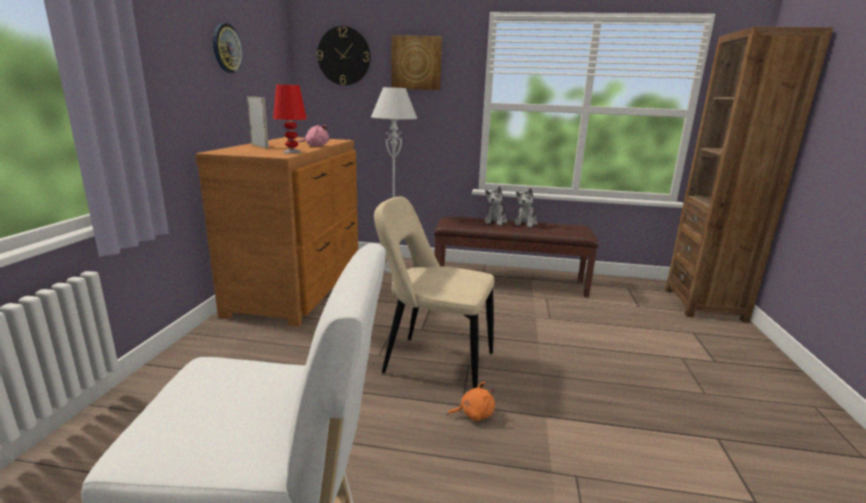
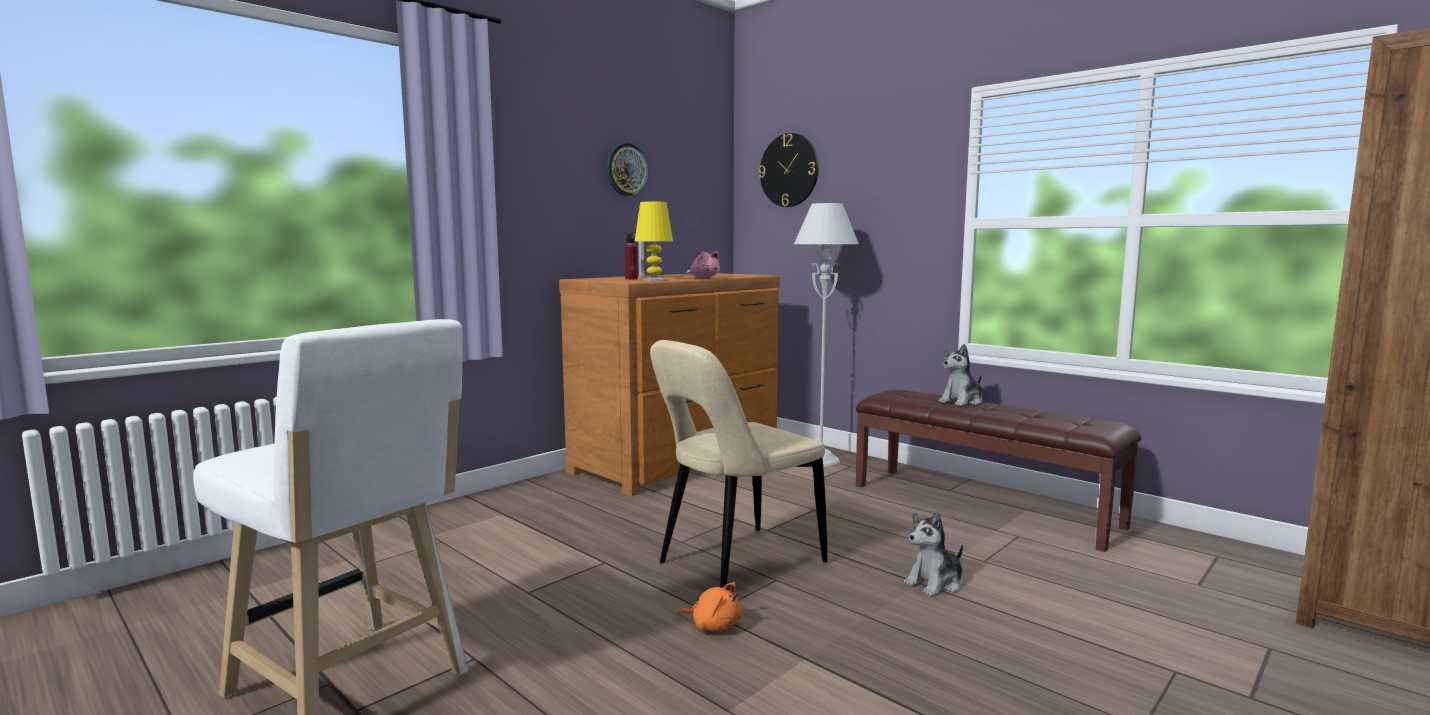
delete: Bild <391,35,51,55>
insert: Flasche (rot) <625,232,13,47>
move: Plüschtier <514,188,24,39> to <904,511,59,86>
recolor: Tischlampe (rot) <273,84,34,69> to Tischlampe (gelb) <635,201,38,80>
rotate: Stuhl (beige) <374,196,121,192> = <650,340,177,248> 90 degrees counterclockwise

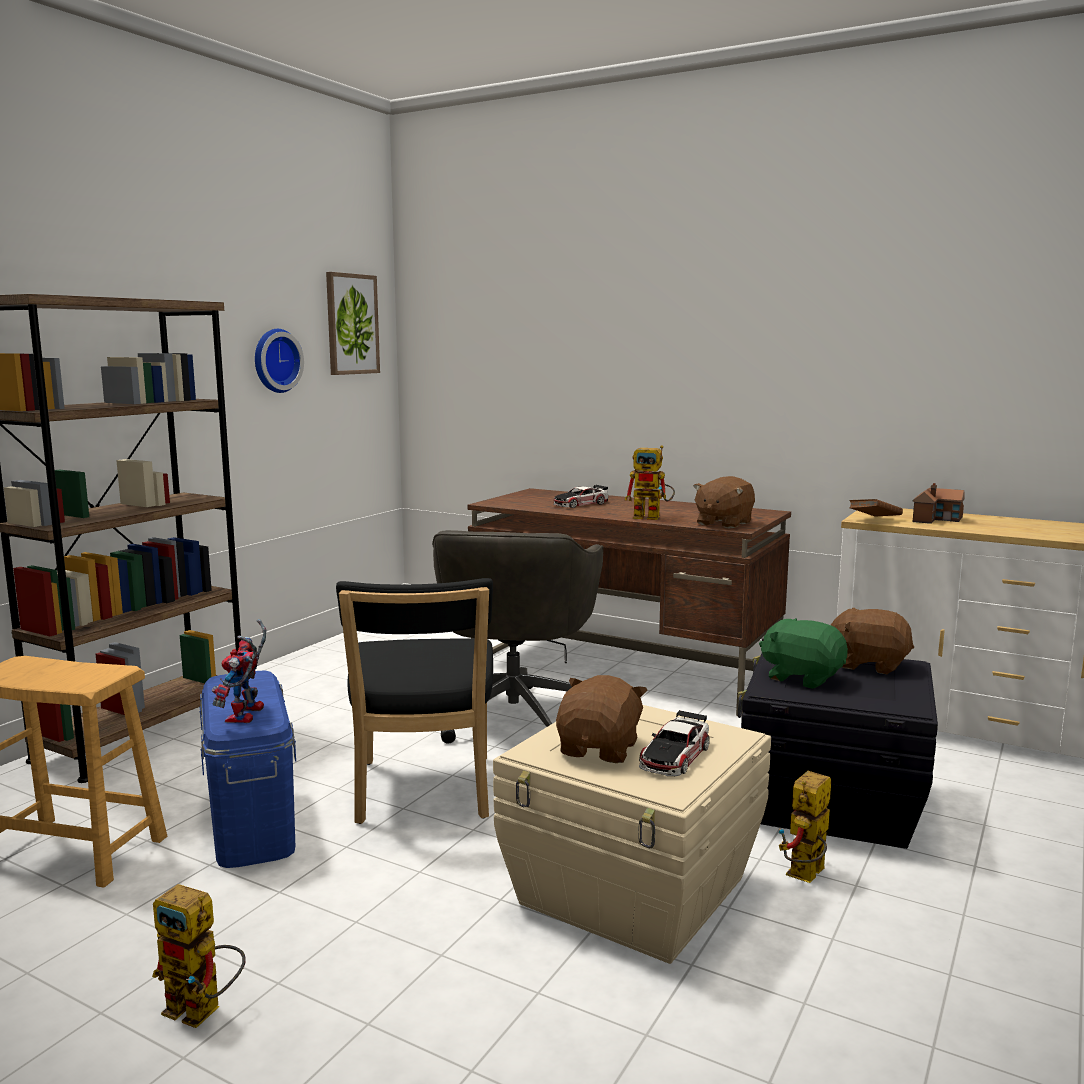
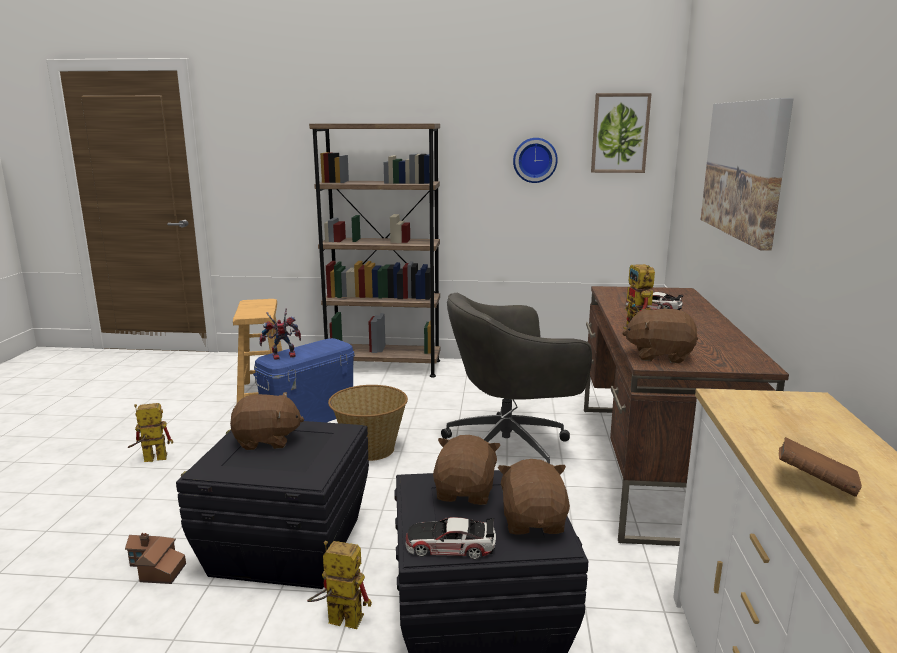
insert: Bild <701,98,92,153>
move: Spielzeugauto <639,710,71,66> to <405,517,91,42>; Buch (braun) <849,499,54,17> to <779,437,83,60>; Spielzeughaus <913,483,52,41> to <125,533,61,51>
replace: Stuhl (schwarz) <336,578,157,246> to Korb <328,385,80,76>
recolor: Aufbewahrungsbox (beige) <493,705,278,259> to Aufbewahrungsbox (schwarz) <176,421,193,168>; Plüschtier (grün) <759,618,89,71> to Plüschtier (braun) <433,435,68,70>
rotate: Spielzeugroboter <152,884,94,144> = <128,403,45,59> 75 degrees clockwise

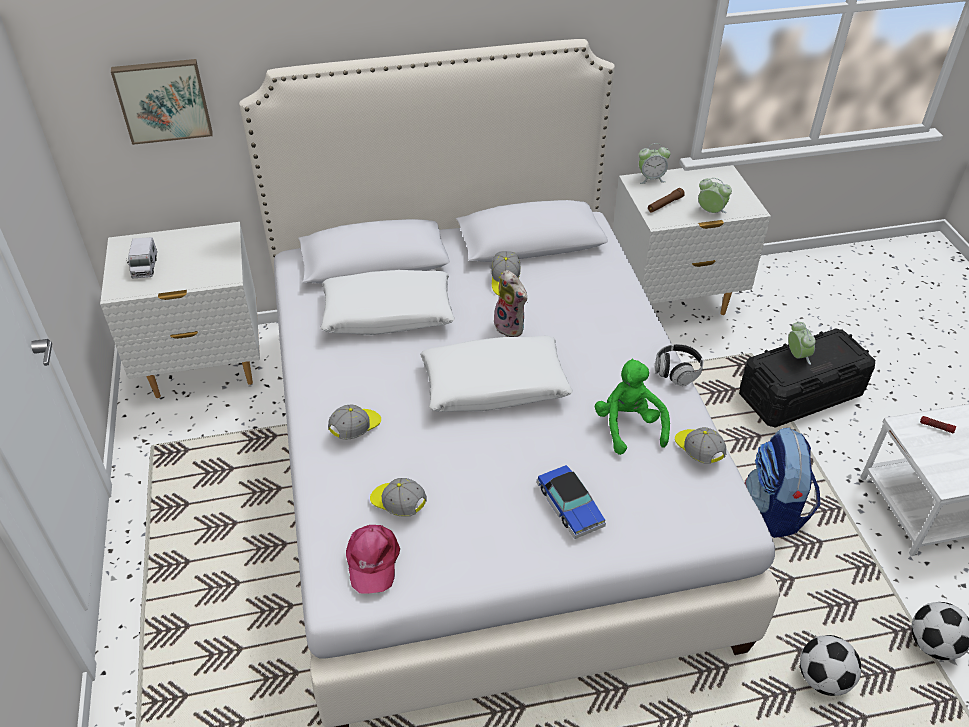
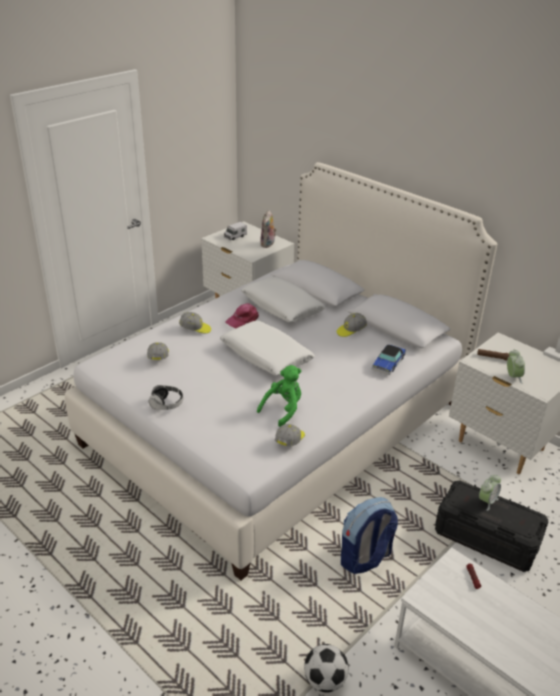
delete: Bild <111,59,102,86>; Wecker <639,143,31,41>; Fußball <800,635,61,61>
move: Kappe (rosa) <346,525,54,69> to <225,303,34,25>; Plüschtier <494,270,33,67> to <260,210,17,38>; Spielzeugauto <537,465,69,74> to <372,344,34,31>; Kopfhörer <655,344,49,42> to <149,385,34,25>

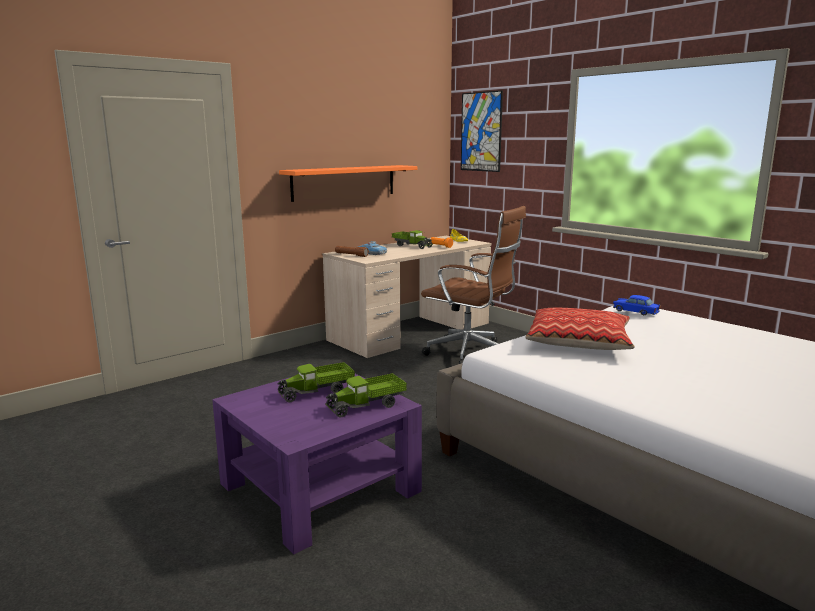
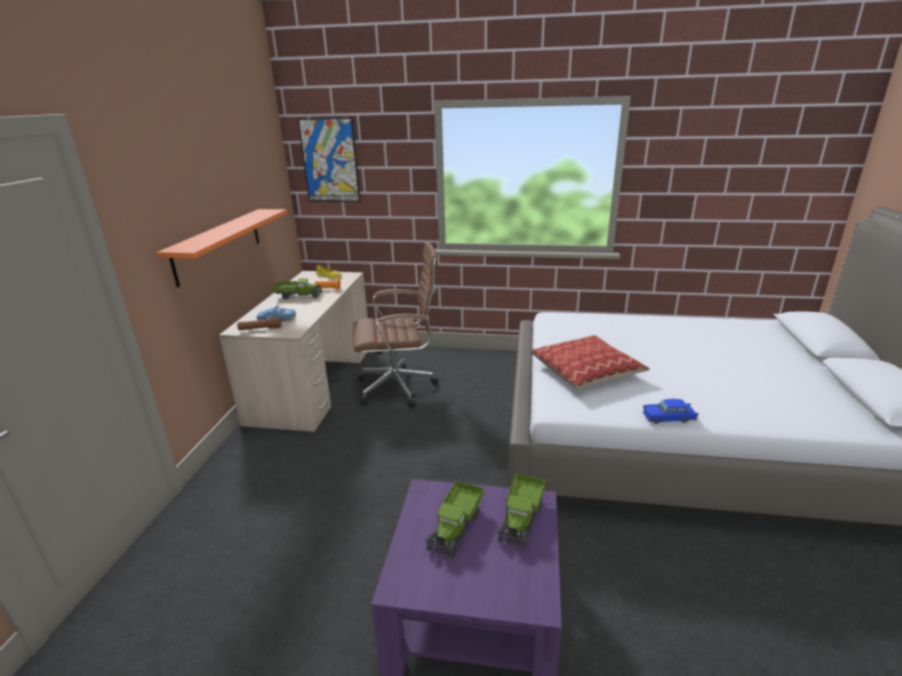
move: Spielzeugauto (blau) <613,295,48,20> to <643,399,56,25>

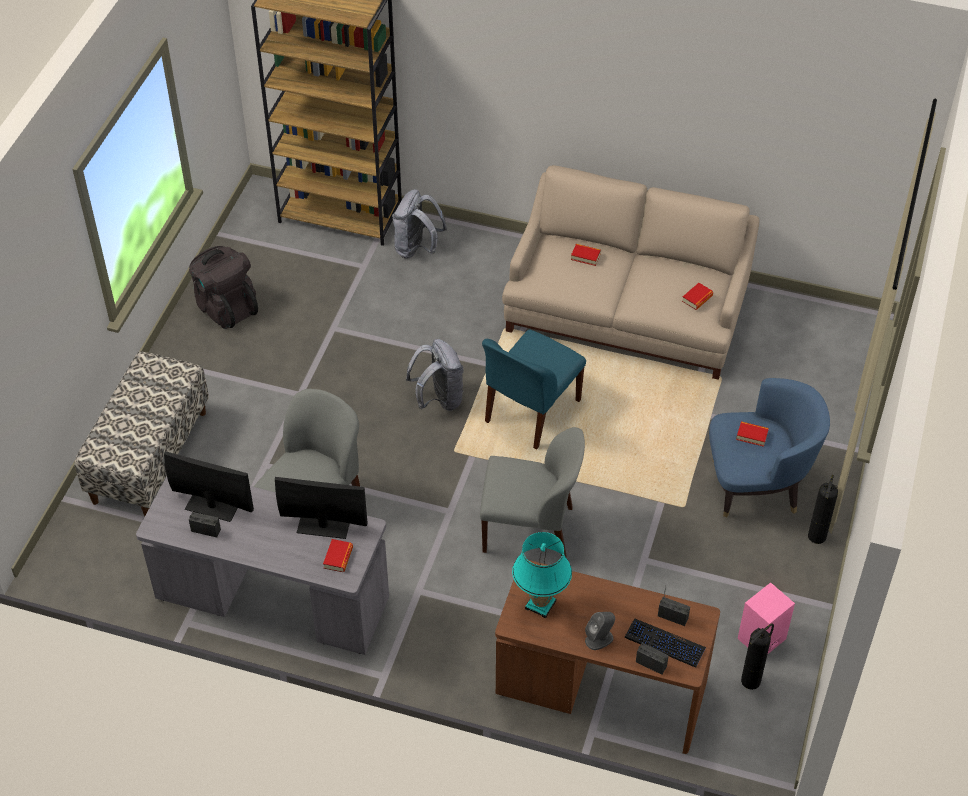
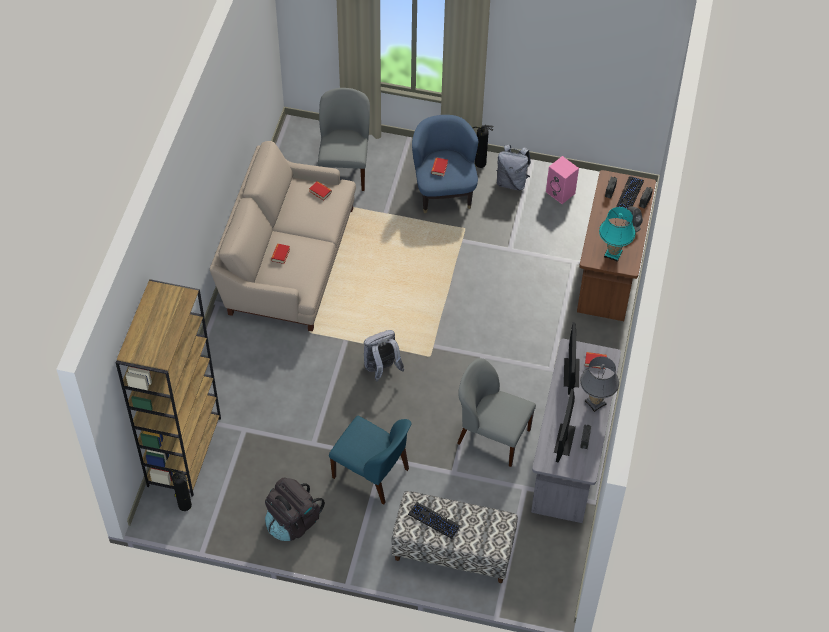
insert: Tastatur <408,502,53,37>; Tischlampe (grau) <580,356,39,56>
move: Rucksack (grau) <392,189,55,70> to <496,144,35,47>; Stuhl (grau) <480,427,105,131> to <318,88,52,103>; Stuhl (blau) <482,329,104,121> to <329,415,83,89>; Feuerlöscher <741,623,33,67> to <169,469,23,42>

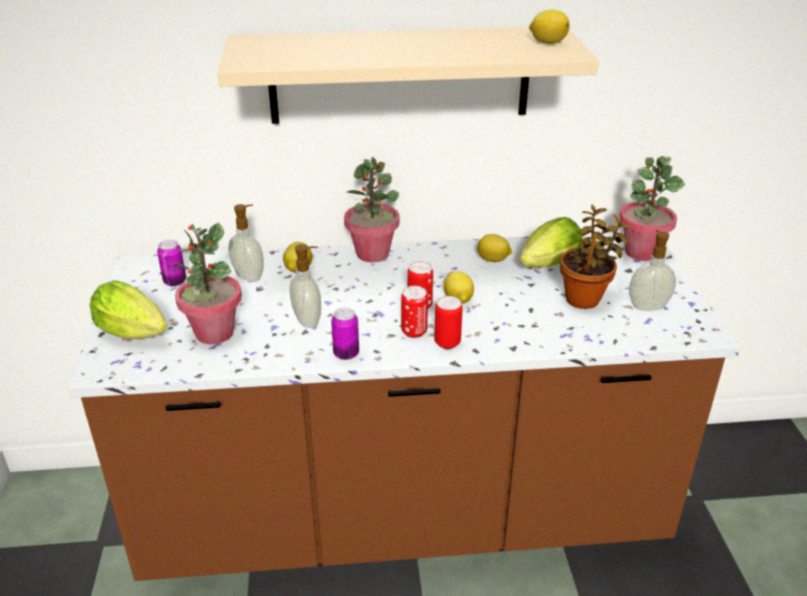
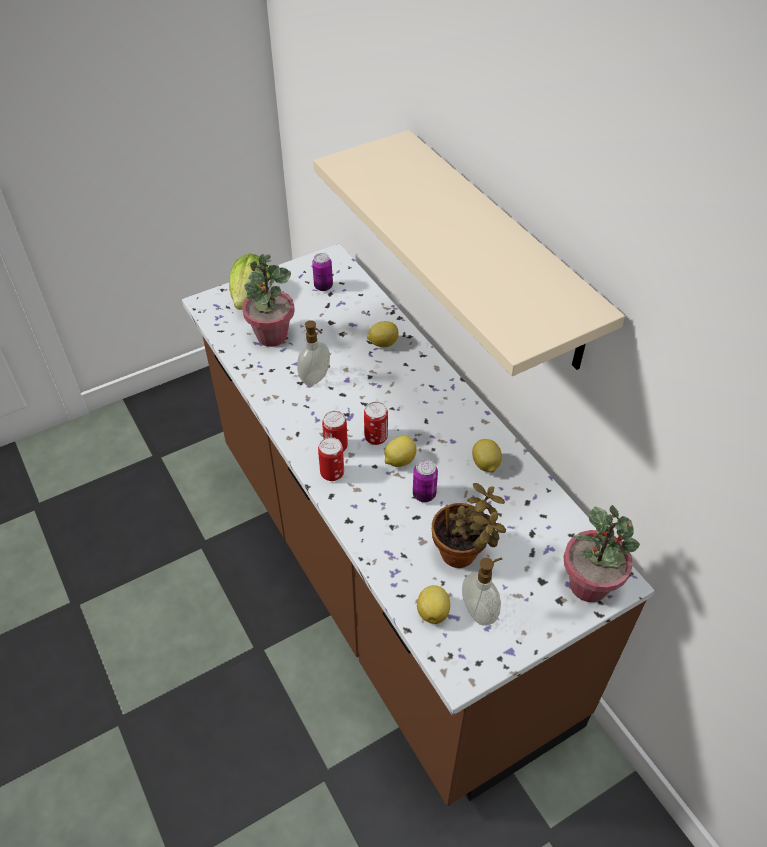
delete: Seifenspender <228,204,36,78>; Topfpflanze <344,157,56,105>; Salatkopf <520,217,63,51>
move: Dose <331,308,28,52> to <413,459,25,43>; Zitrone <529,10,41,34> to <417,585,33,39>

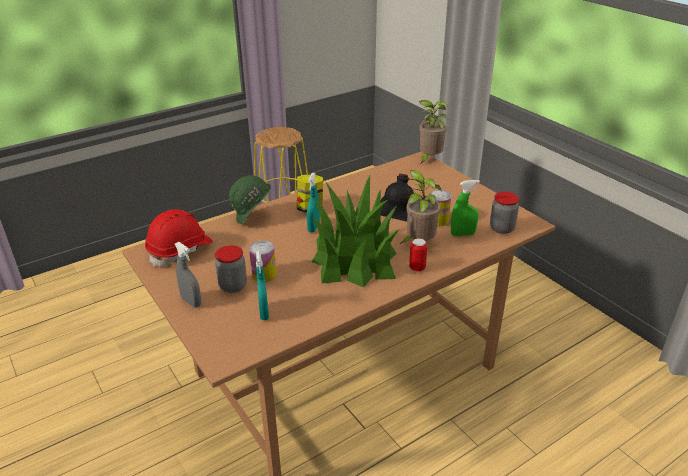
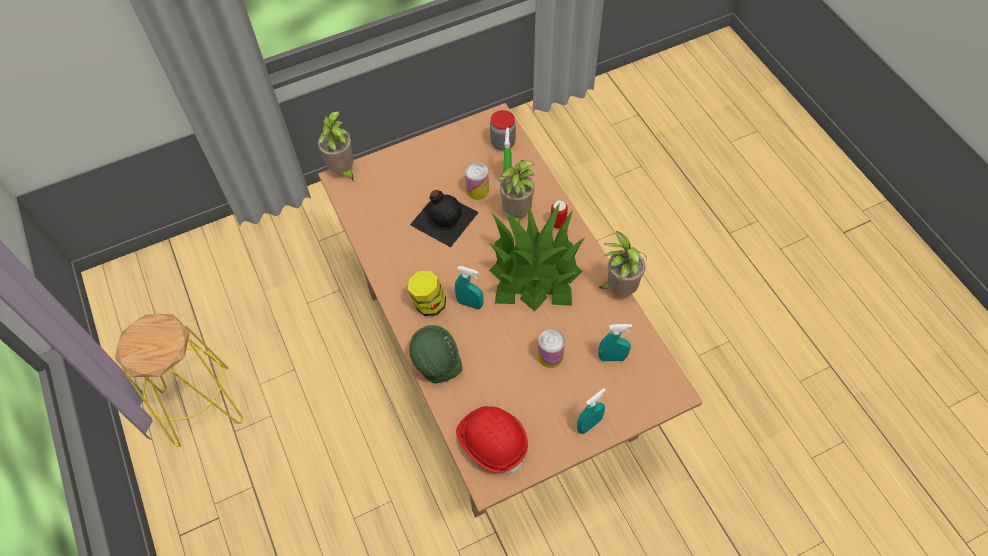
delete: Vorratsglas <215,245,32,48>
insert: Topfpflanze <599,231,48,65>
recolor: Sprühflasche (grau) <175,242,26,66> to Sprühflasche (türkis) <577,388,29,46>

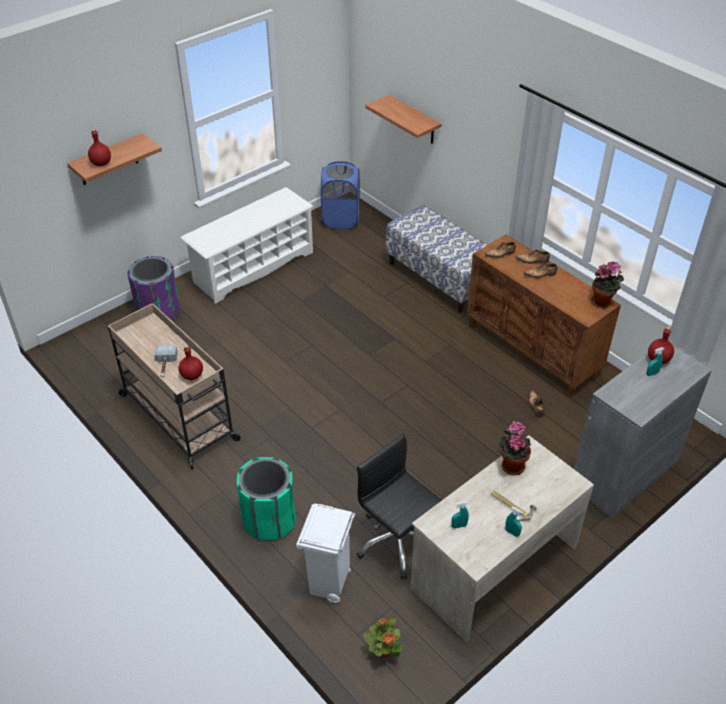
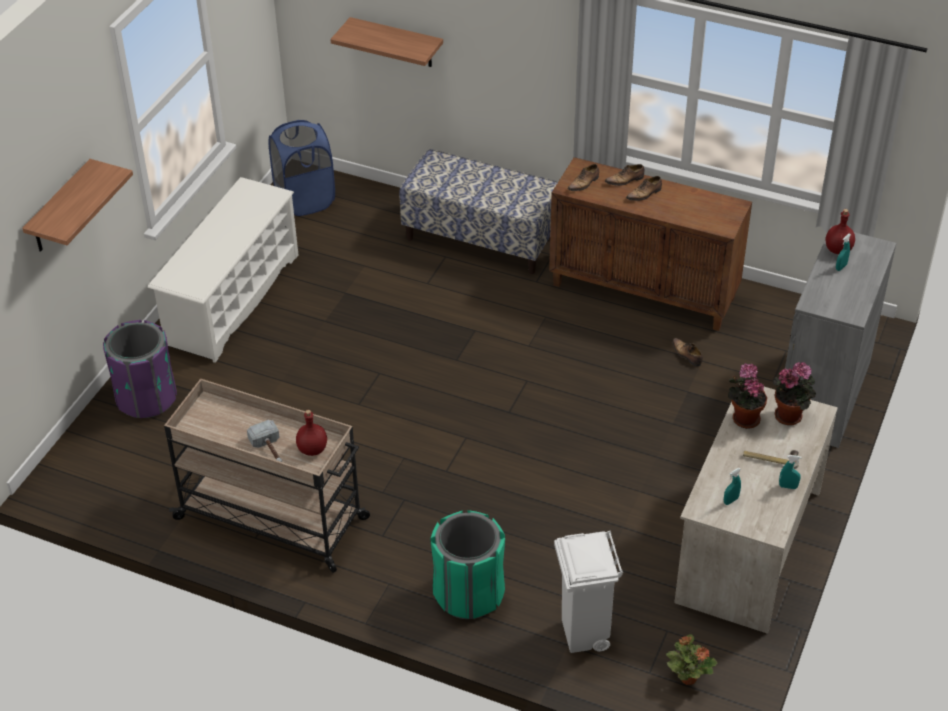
delete: Flasche (rot) <88,129,23,37>; Bürostuhl (schwarz) <357,434,85,145>
move: Topfpflanze <591,261,33,47> to <773,362,43,63>

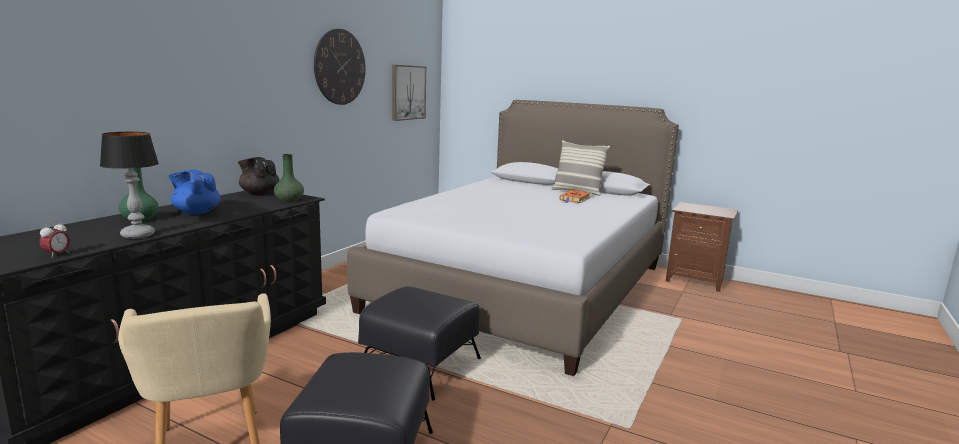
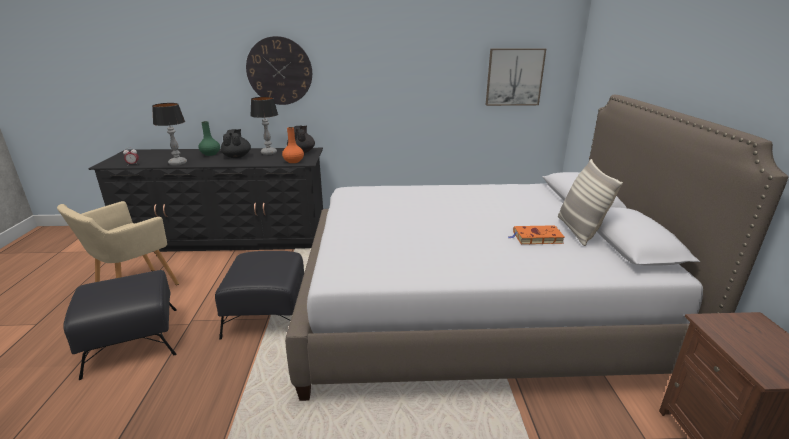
insert: Tischlampe <250,97,28,58>
move: Wanduhr <314,29,52,76> to <246,36,66,69>
recolor: Teekanne (blau) <168,169,52,46> to Teekanne (schwarz) <221,129,30,29>; Vase (grün) <274,154,30,48> to Vase (orange) <282,127,22,36>

